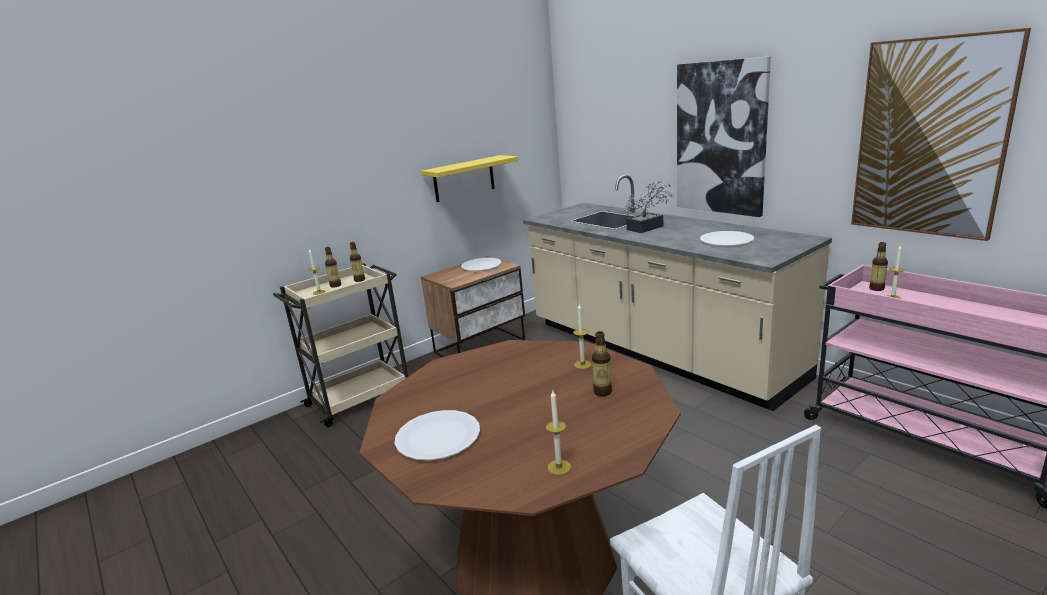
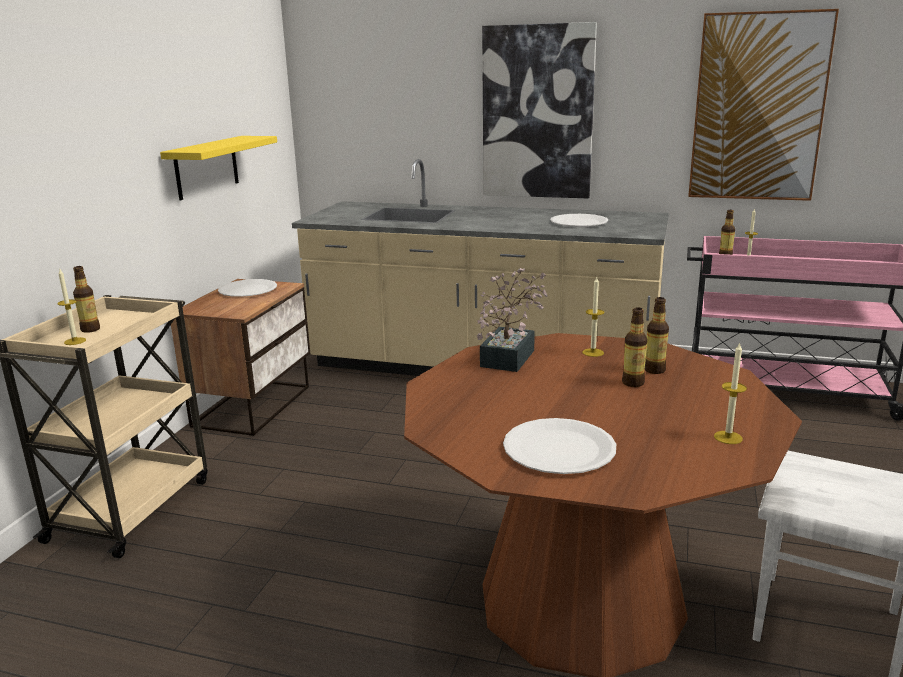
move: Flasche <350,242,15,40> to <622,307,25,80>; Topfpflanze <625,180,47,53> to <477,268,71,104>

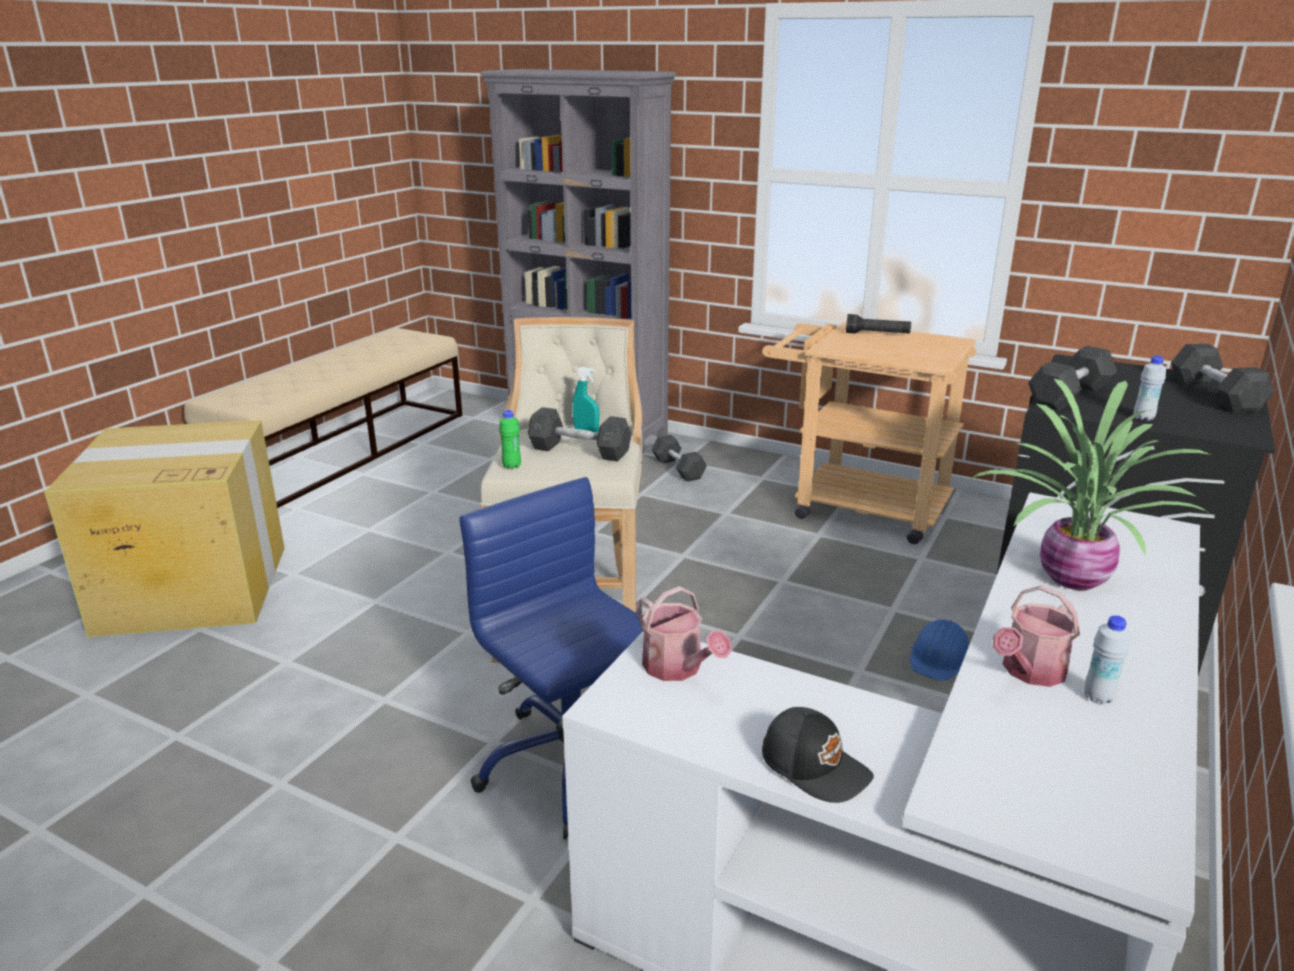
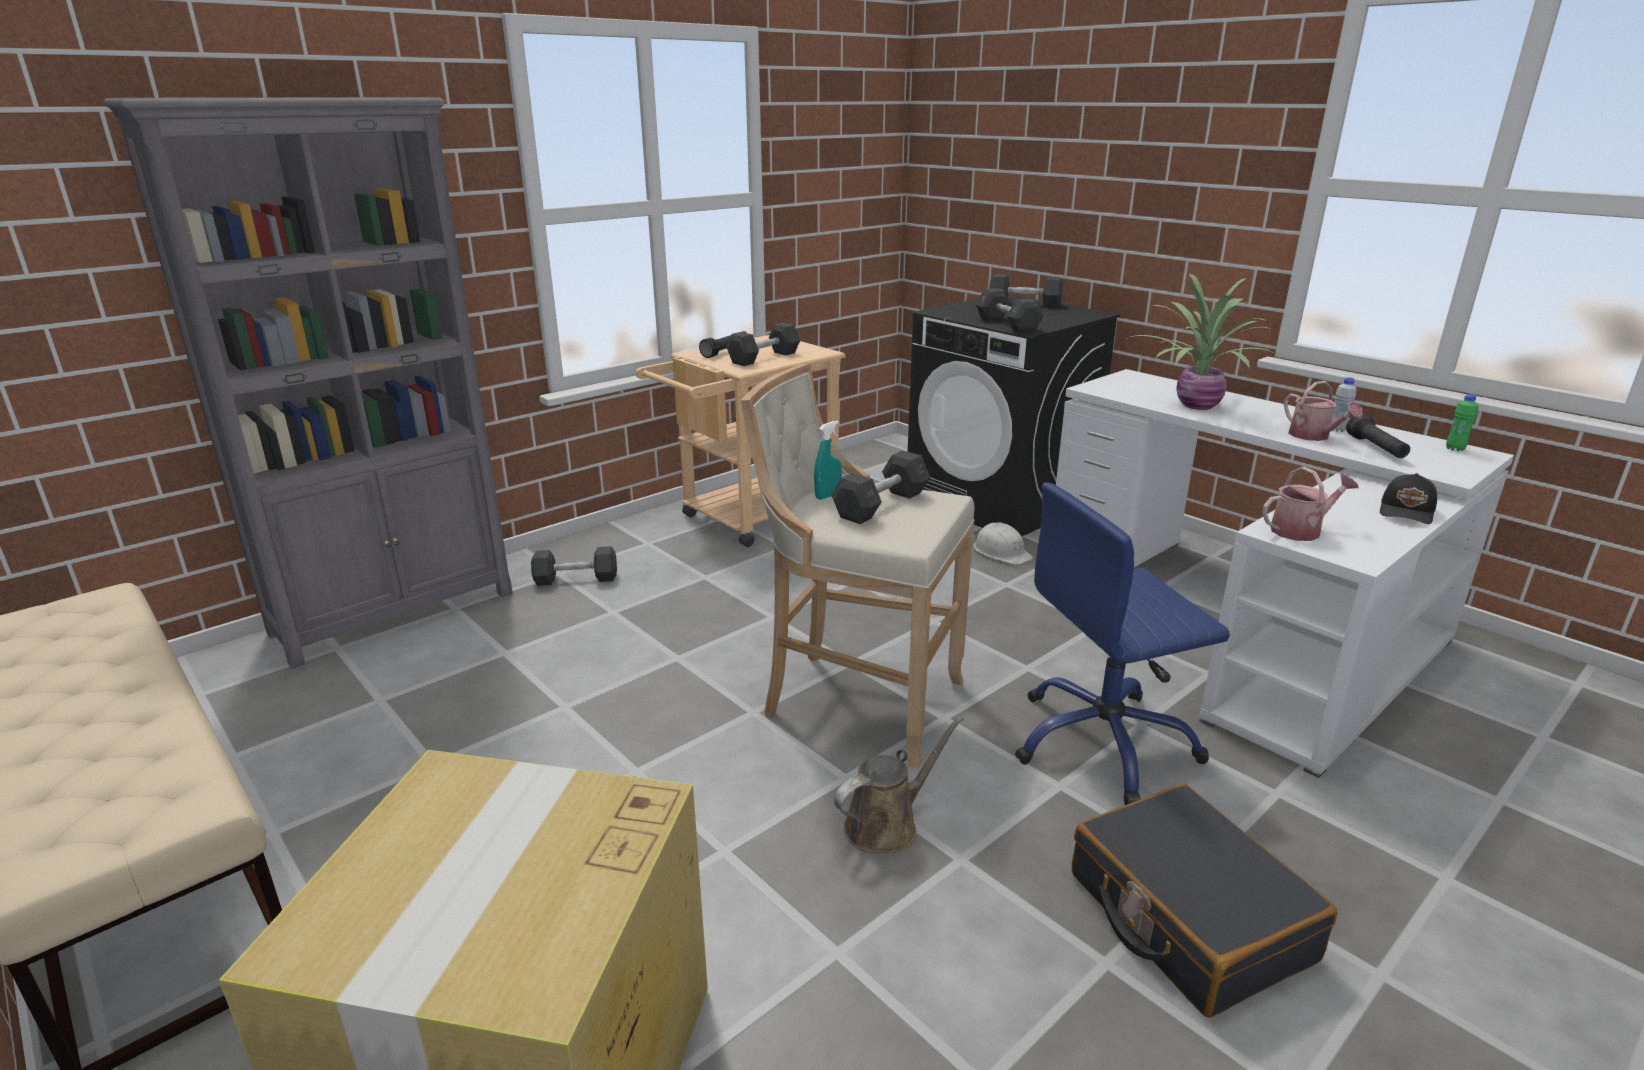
delete: Flasche (weiß) <1133,356,33,65>
insert: Hantel (grau) <726,322,74,44>; Gießkanne (braun) <834,716,129,137>; Koffer (schwarz) <1072,784,265,234>; Taschenlampe (schwarz) <1346,414,64,44>
move: Flasche (grün) <499,410,22,59> to <1446,394,33,57>
recolor: Schutzhelm (blau) <910,619,59,62> to Schutzhelm (weiß) <974,522,59,43>
rotate: Kappe (schwarz) <762,707,112,96> = <1380,473,57,51> 150 degrees clockwise

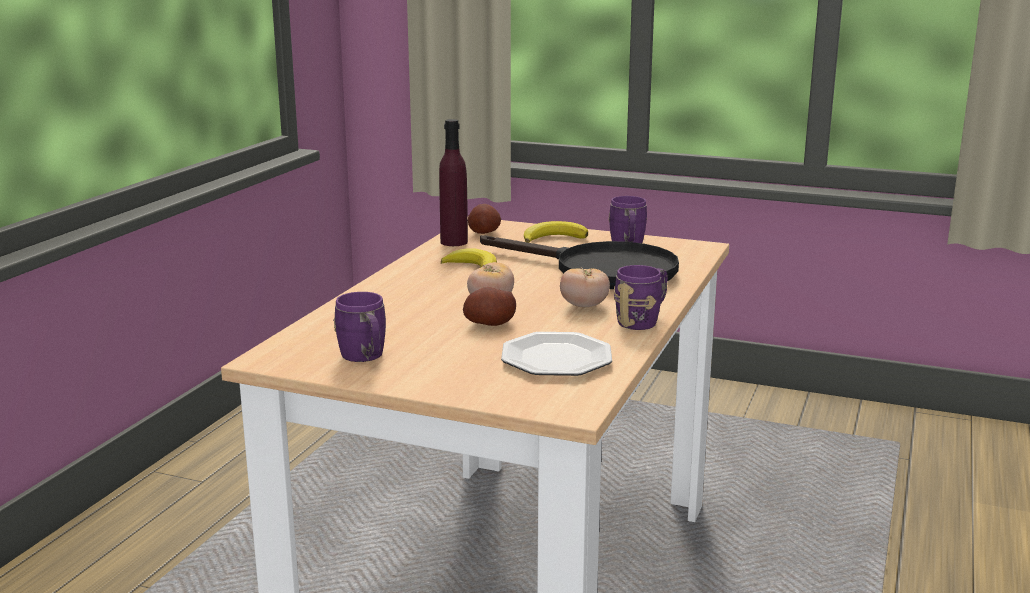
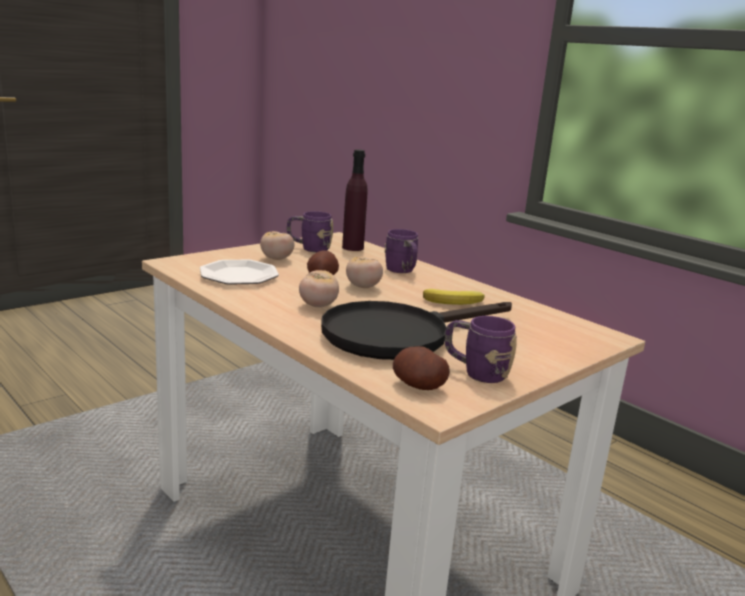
delete: Banane <524,221,64,22>
insert: Tomate <260,231,34,29>
move: Flasche (lila) <439,119,29,127> to <342,149,26,102>; Kartoffel <468,204,33,30> to <393,346,57,44>; Henkelbecher (lila) <614,265,54,65> to <384,229,34,44>

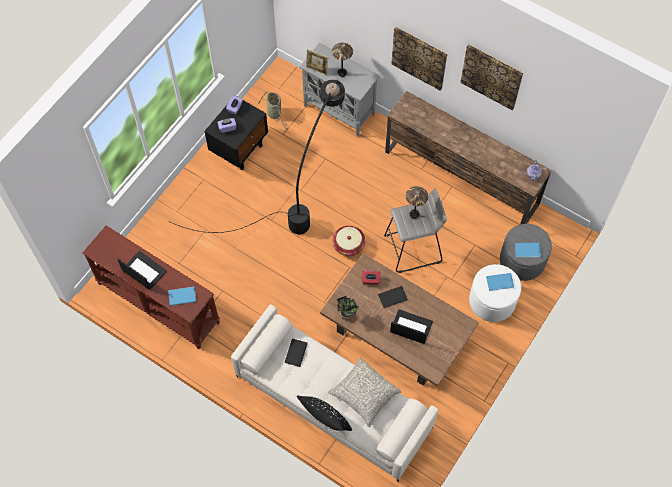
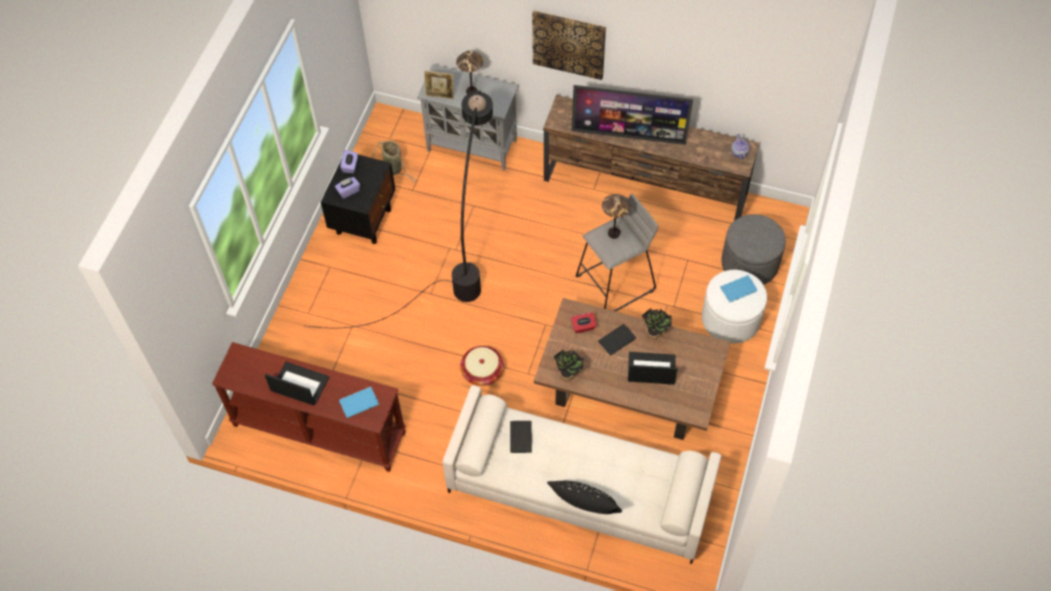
delete: Kissen (grau) <328,357,73,70>; Bild <460,44,63,66>; Buch (blau) <515,243,26,14>
insert: Fernseher <572,85,121,60>; Topfpflanze <642,308,30,32>
move: Korb <332,226,33,30> to <460,346,44,40>

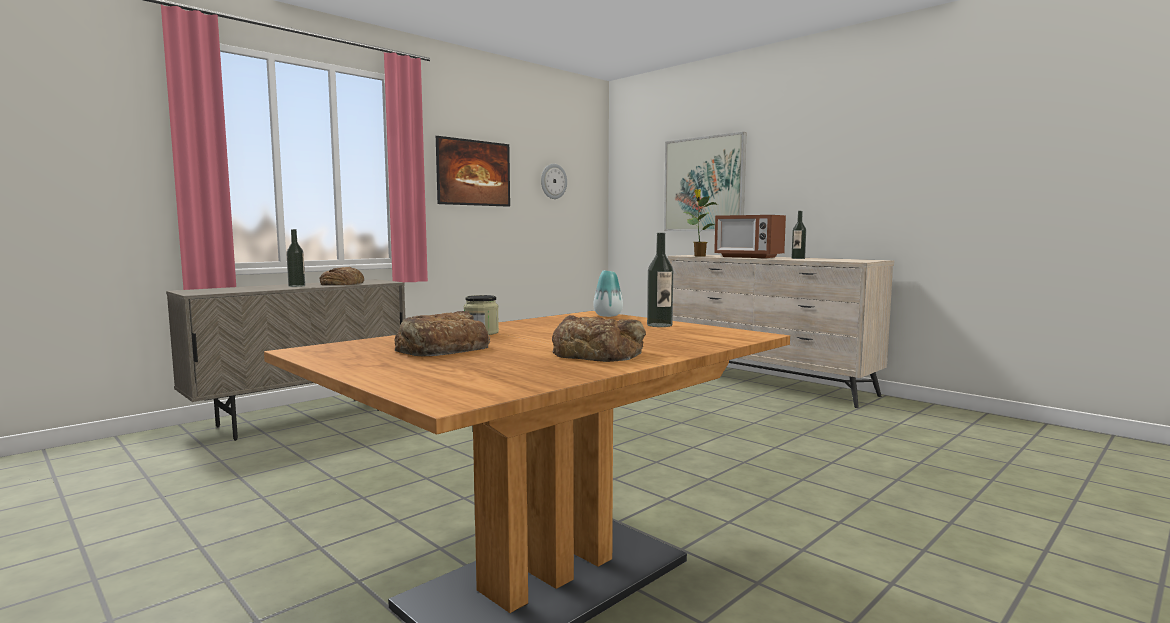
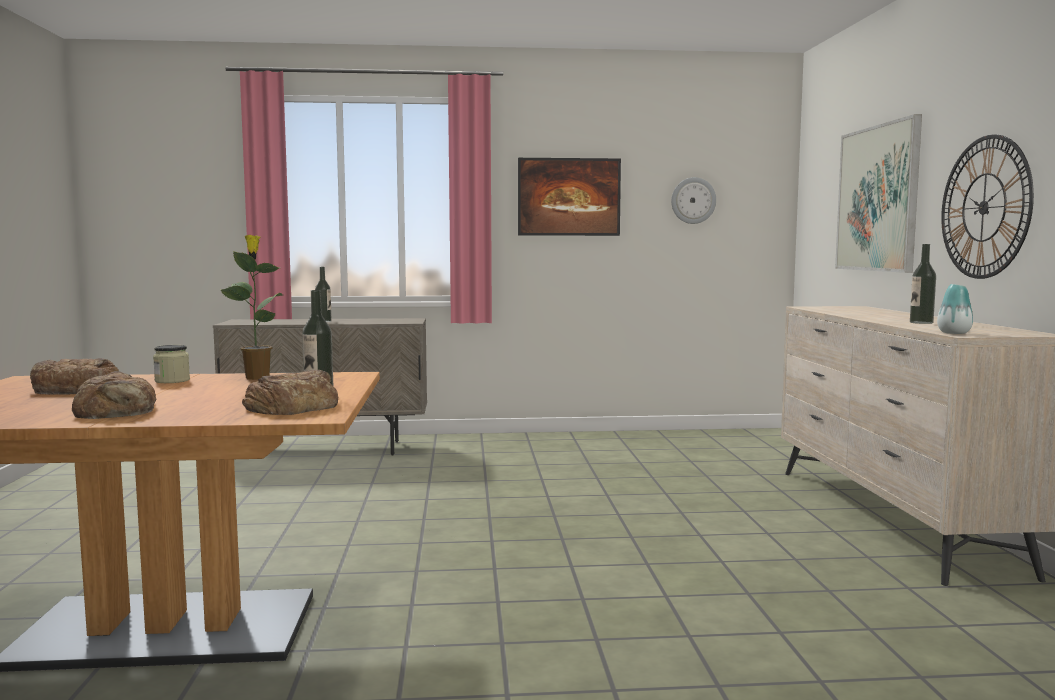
delete: Mikrowelle <714,215,72,43>
insert: Wanduhr <941,135,93,144>
move: Brot <320,267,44,18> to <242,370,96,45>; Vase <593,270,30,47> to <937,284,36,50>; Topfpflanze <683,189,35,68> to <221,235,62,145>

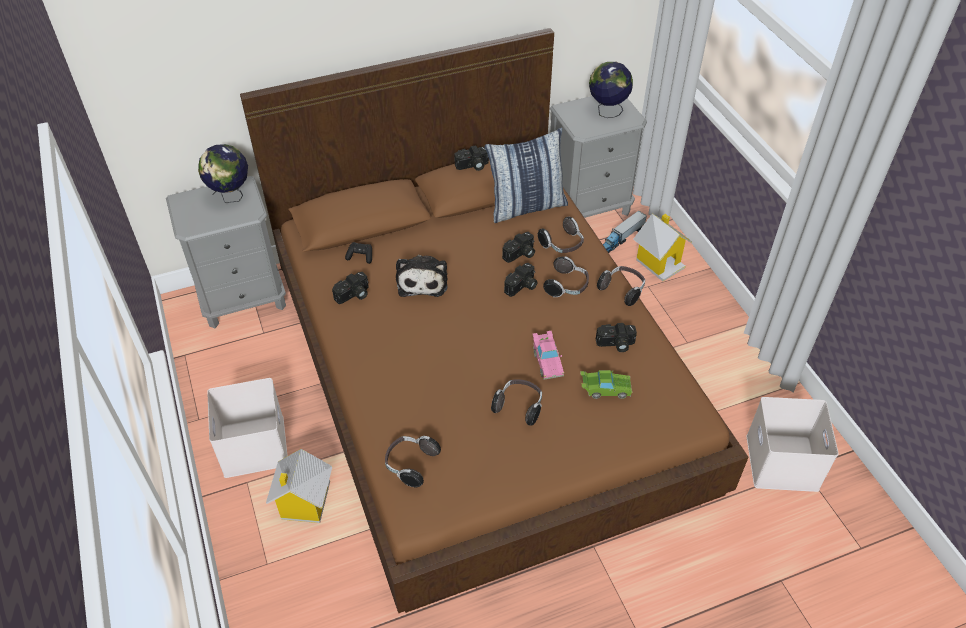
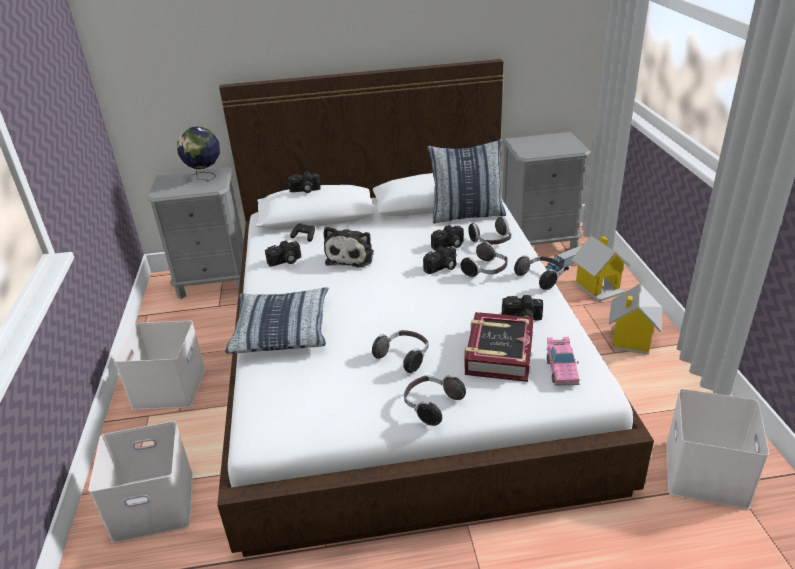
delete: Globus <589,62,44,56>
insert: Aufbewahrungsbox (weiß) <88,421,105,122>; Kissen <225,287,104,67>
move: Spielzeughaus <266,449,66,74> to <609,284,53,71>; Kopfhörer <385,436,56,51> to <404,375,62,51>; Kamera <454,145,35,26> to <288,172,32,21>; Spielzeugauto (rosa) <533,331,31,49> to <547,337,33,49>
replace: Spielzeugauto (grün) <580,370,52,29> to Buch <464,312,70,70>
recolor: Bett (braun) <240,28,509,585> to Bett (weiß) <217,59,437,498>

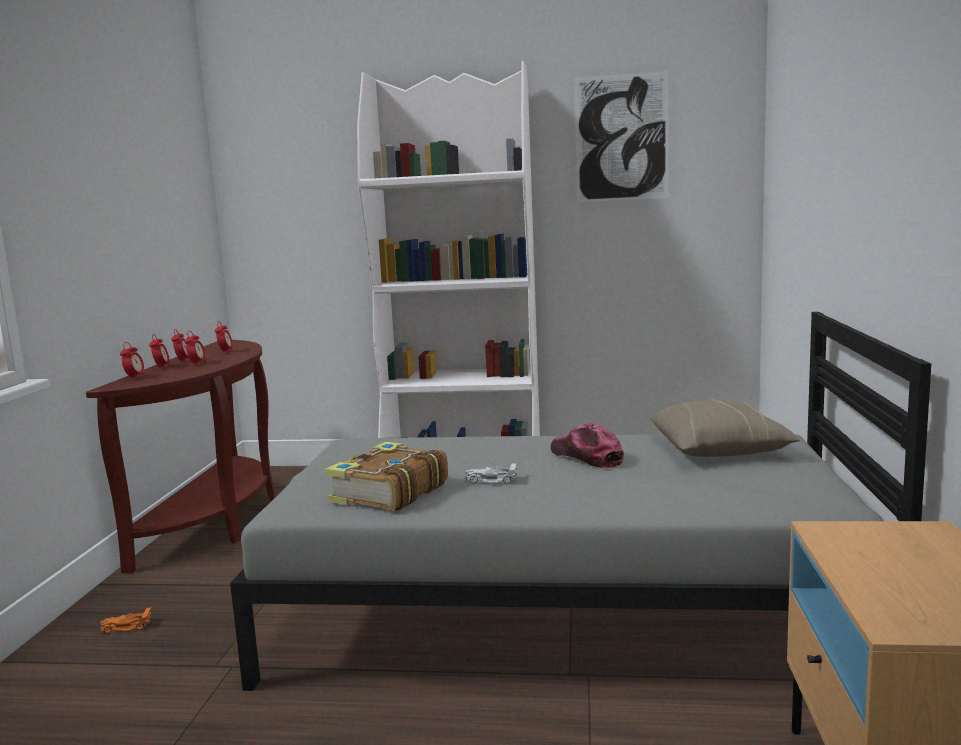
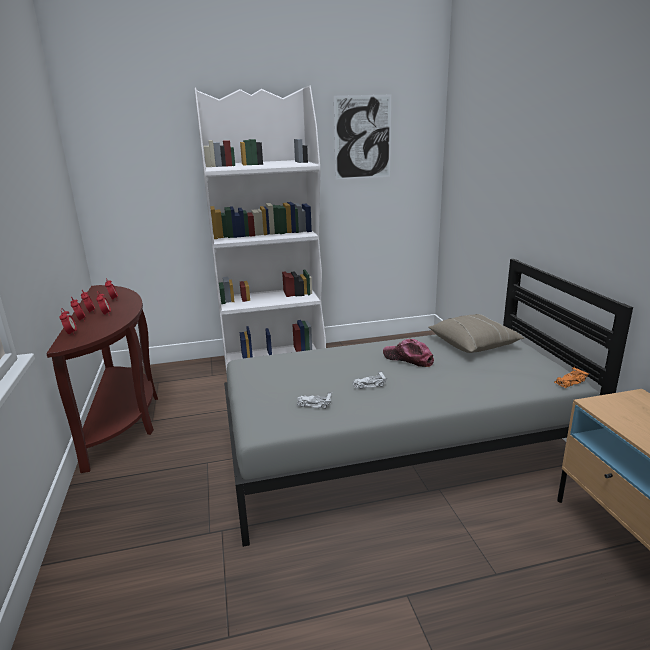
move: Spielzeugauto (orange) <99,606,53,28> to <554,367,35,21>
replace: Buch <325,442,123,69> to Spielzeugauto (weiß) <296,393,36,16>

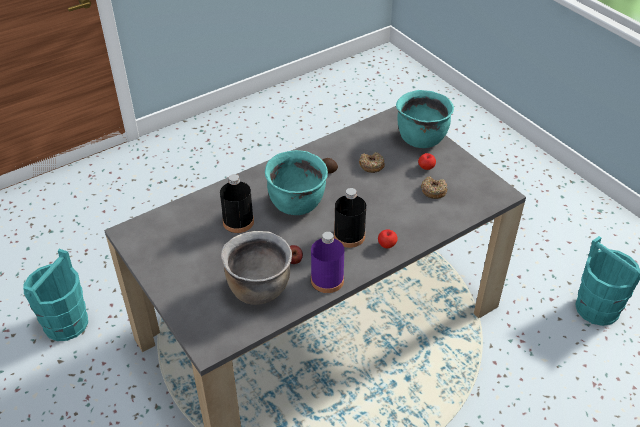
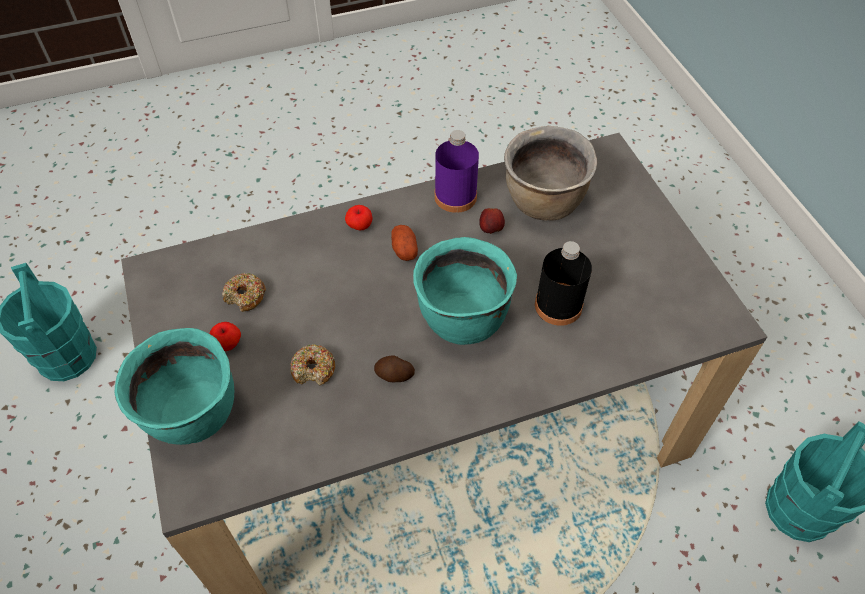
replace: Flasche (schwarz) <334,188,32,60> to Kartoffel <391,225,27,36>

